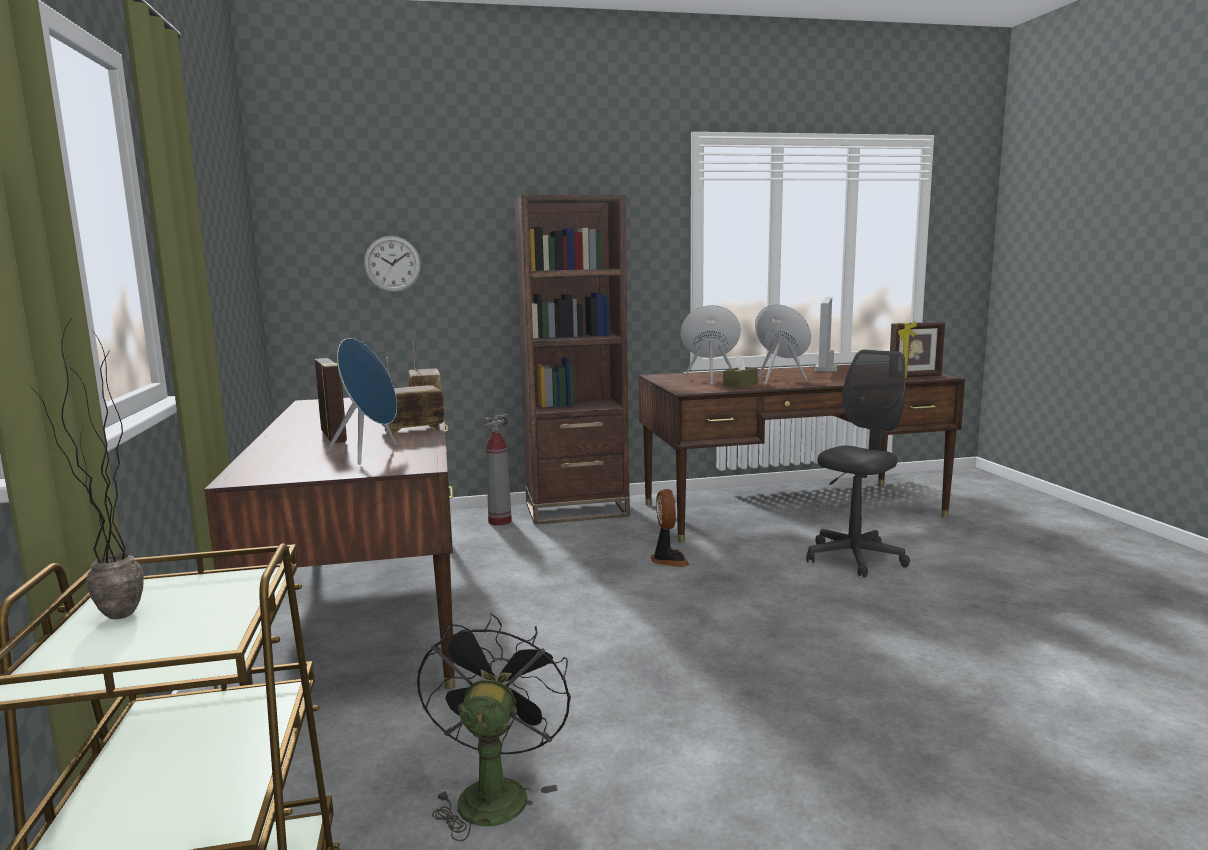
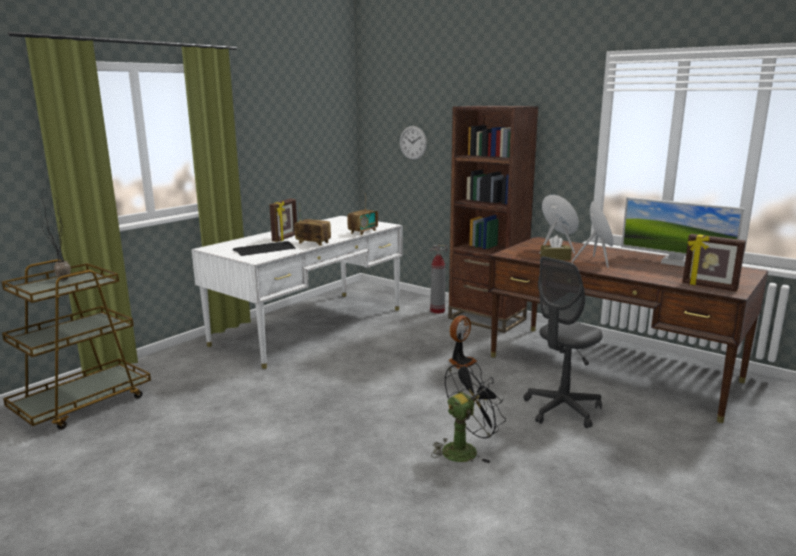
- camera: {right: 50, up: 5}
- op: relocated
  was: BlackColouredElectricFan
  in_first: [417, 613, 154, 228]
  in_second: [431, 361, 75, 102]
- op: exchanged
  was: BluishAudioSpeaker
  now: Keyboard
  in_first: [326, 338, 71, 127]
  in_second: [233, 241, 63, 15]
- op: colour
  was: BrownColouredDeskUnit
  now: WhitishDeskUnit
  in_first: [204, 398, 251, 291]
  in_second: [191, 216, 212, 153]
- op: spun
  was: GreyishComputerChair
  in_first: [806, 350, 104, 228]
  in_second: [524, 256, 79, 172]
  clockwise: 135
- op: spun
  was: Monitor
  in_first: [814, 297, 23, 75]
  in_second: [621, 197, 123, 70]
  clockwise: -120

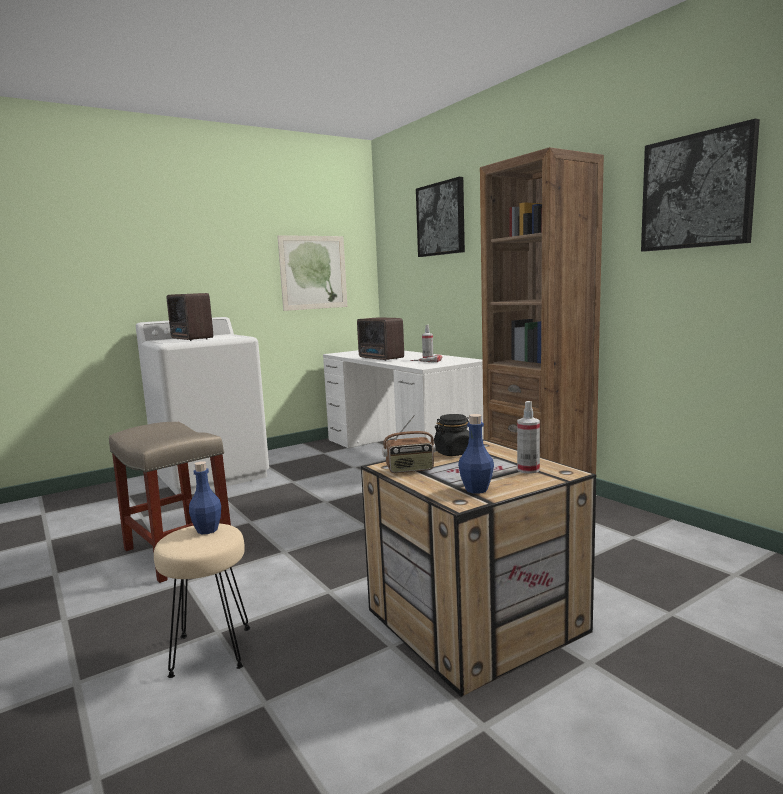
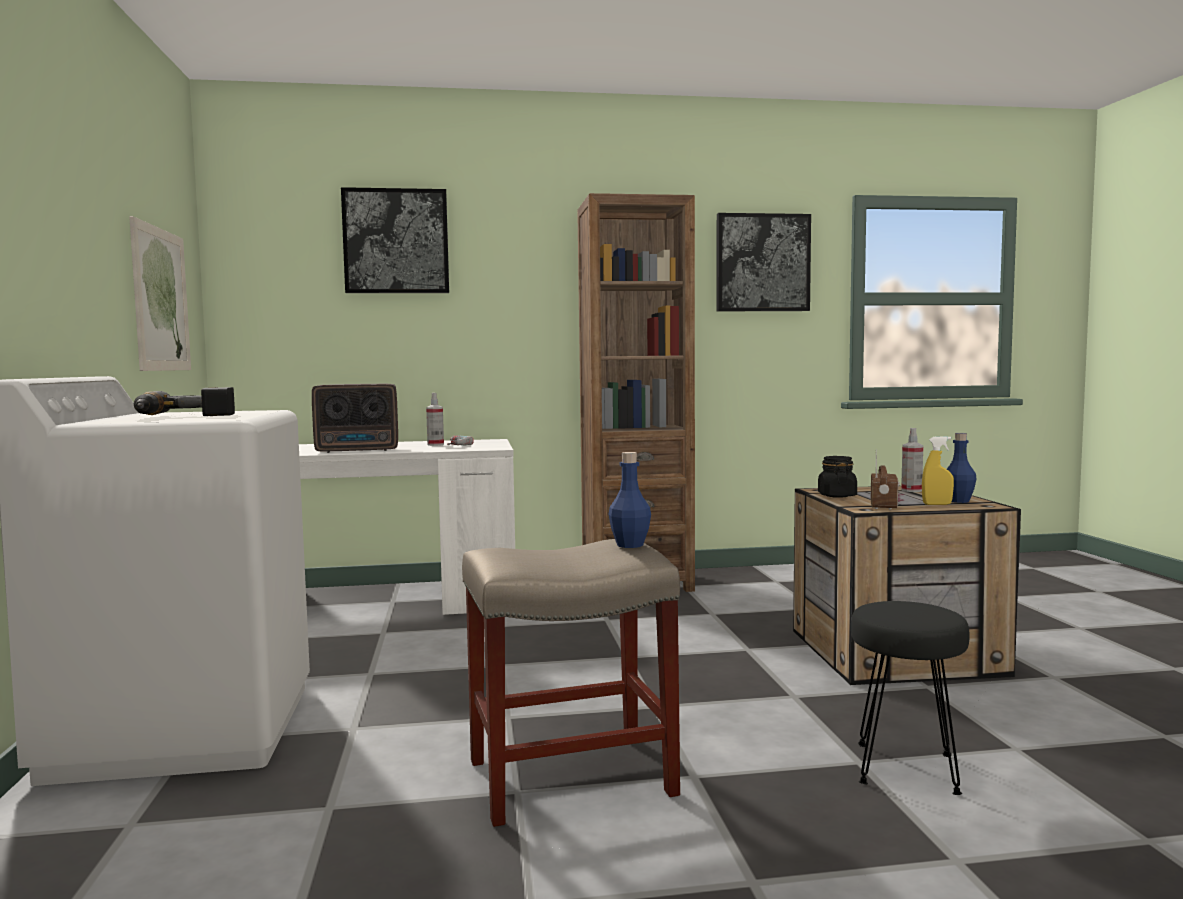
- camera: {right: -65, up: -5}
- op: appeared
  now: YellowishSprayBottle
  in_second: [922, 436, 32, 69]
- op: relocated
  was: BluishBeverageBottle
  in_first: [189, 461, 32, 73]
  in_second: [609, 452, 42, 96]
- op: exchanged
  was: RadioReceiver
  now: Drill
  in_first: [167, 293, 46, 48]
  in_second: [134, 387, 101, 29]
- op: colour
  was: BeigeStoolSeat
  now: BlackColouredStoolSeat
  in_first: [154, 524, 96, 154]
  in_second: [851, 601, 119, 194]

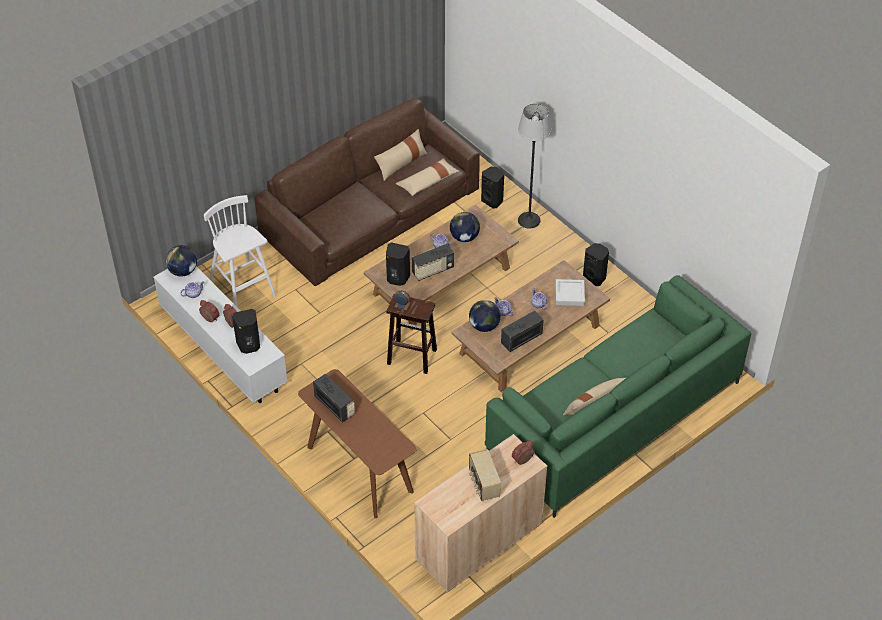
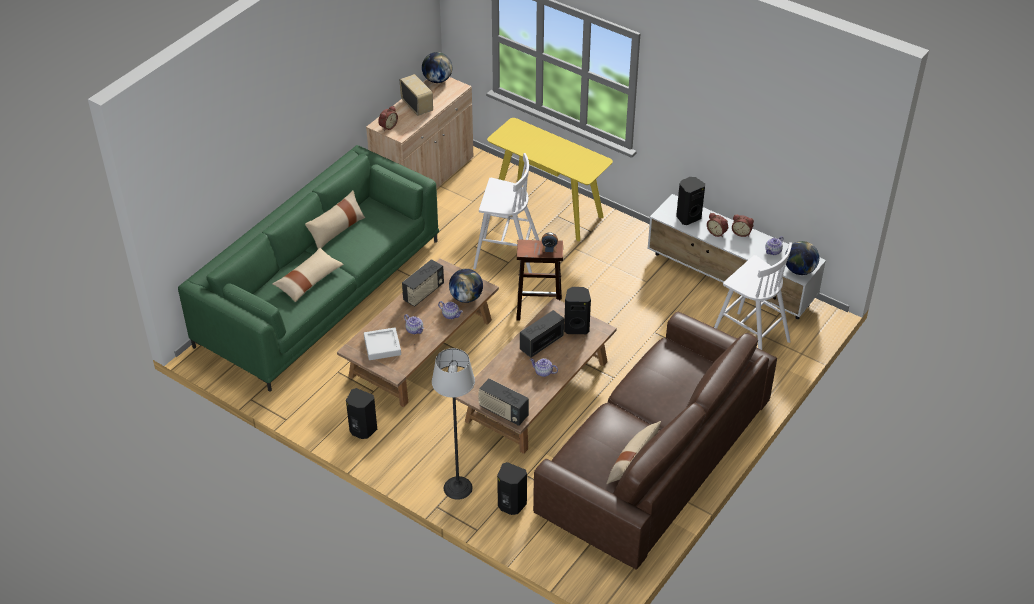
- camera: {right: 165, up: -5}
- op: appeared
  now: WhitishStoolSeat
  in_second: [473, 153, 66, 120]
- op: relocated
  was: RadioReceiver
  in_first: [313, 374, 42, 49]
  in_second: [478, 379, 51, 47]
- op: relocated
  was: BeigeCushion
  in_first: [396, 159, 63, 37]
  in_second: [273, 248, 71, 54]
- op: relocated
  was: WorldGlobe
  in_first: [450, 212, 30, 30]
  in_second: [422, 52, 30, 31]
- op: colour
  was: BrownColouredConsoleTable
  now: YellowishConsoleTable
  in_first: [298, 369, 119, 149]
  in_second: [487, 118, 126, 123]

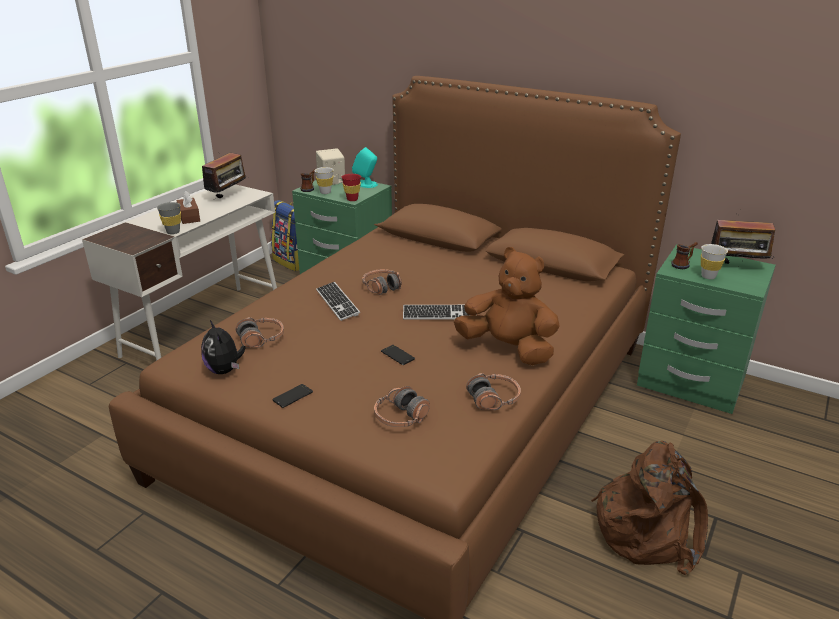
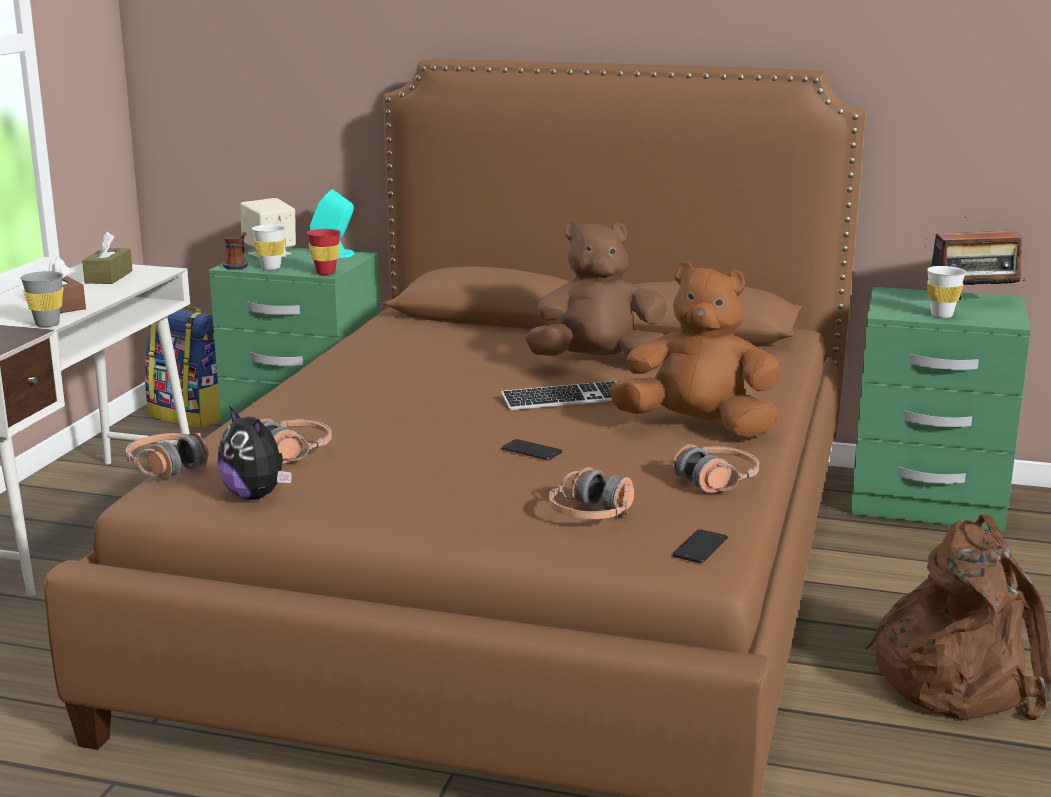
- camera: {right: -15, up: -10}
- op: missing
  was: Keyboard
  in_first: [316, 282, 44, 39]
- op: missing
  was: CoffeeMug
  in_first: [671, 242, 27, 27]
- op: appeared
  now: BrownColouredPlushToy
  in_second: [525, 220, 142, 137]
- op: relocated
  was: Handset
  in_first: [272, 384, 41, 24]
  in_second: [672, 529, 56, 34]
- op: relocated
  was: Headset
  in_first: [362, 269, 40, 26]
  in_second: [126, 433, 82, 46]
- op: exchanged
  was: RadioReceiver
  now: BrownColouredBoxOfTissues
  in_first: [202, 153, 44, 47]
  in_second: [82, 232, 51, 52]

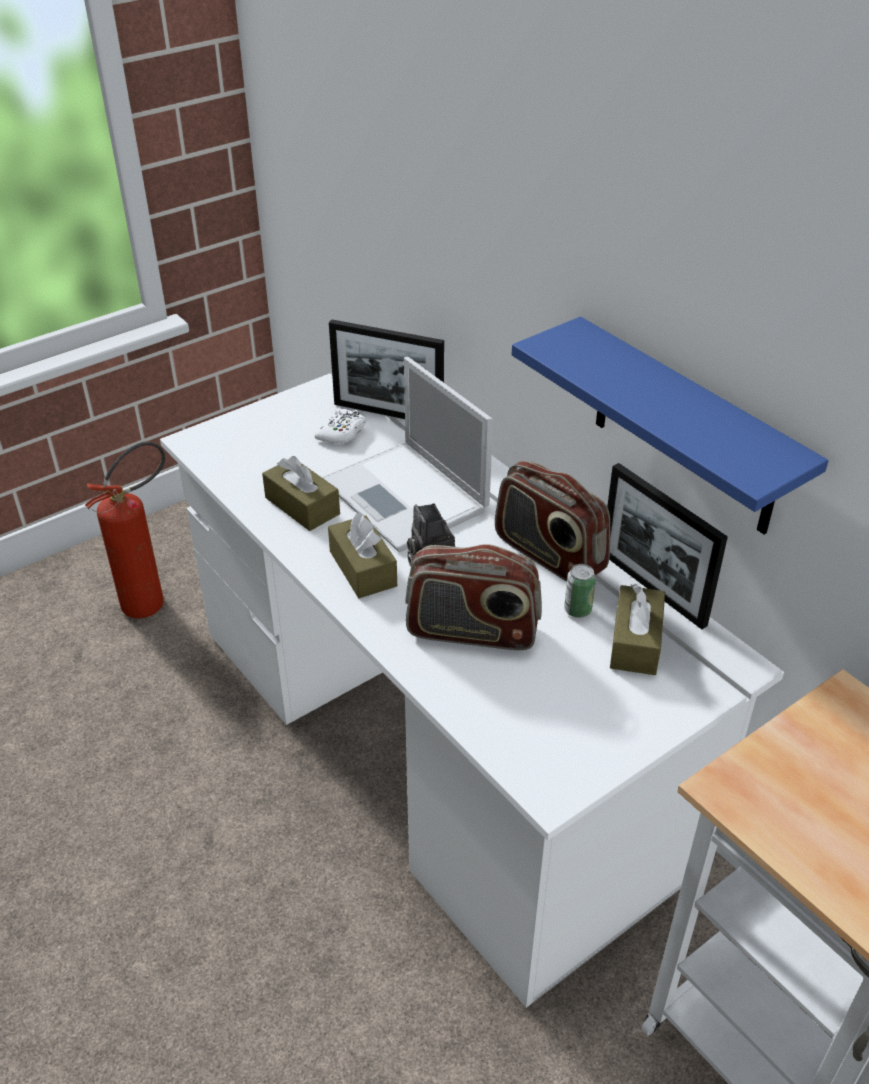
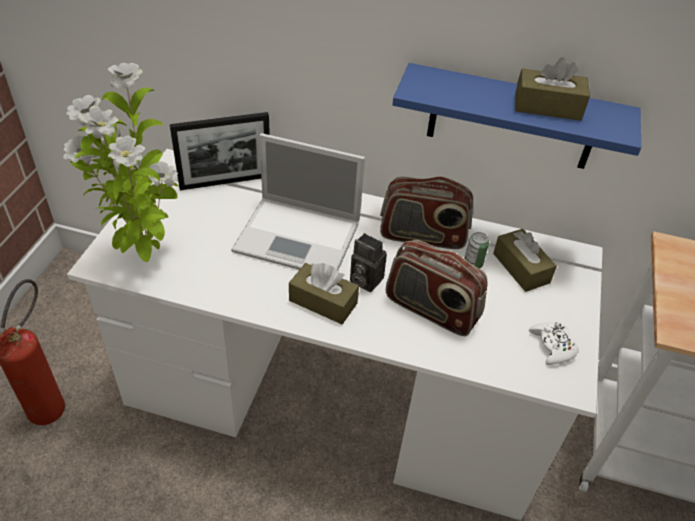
- camera: {right: -40, up: 5}
- op: missing
  was: PictureFrame
  in_first: [607, 463, 121, 166]
- op: appeared
  now: PottedPlant
  in_second: [63, 63, 116, 199]
- op: relocated
  was: BrownColouredBoxOfTissues
  in_first: [262, 456, 78, 75]
  in_second: [515, 57, 75, 64]
- op: relocated
  was: WhitishGameController
  in_first: [314, 409, 53, 36]
  in_second: [529, 322, 50, 43]
- op: spun
  was: RadioReceiver
  in_first: [405, 544, 137, 106]
  in_second: [386, 240, 101, 96]
  clockwise: 60

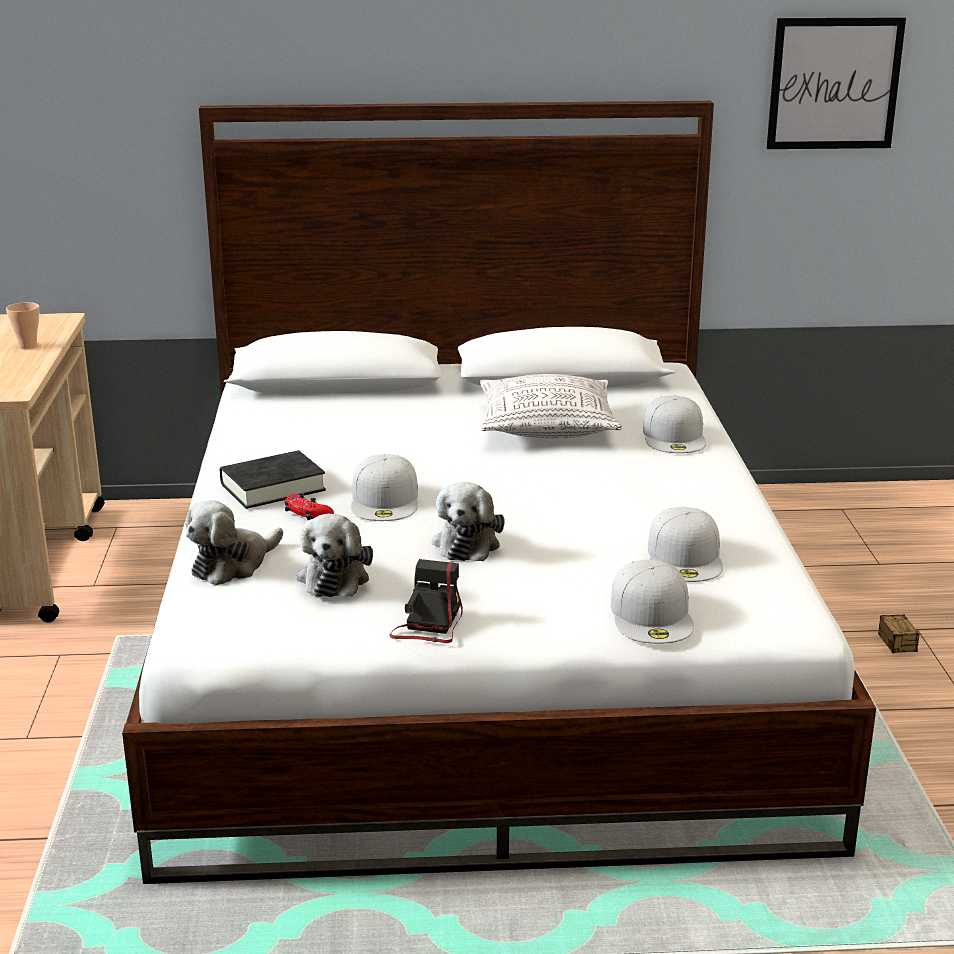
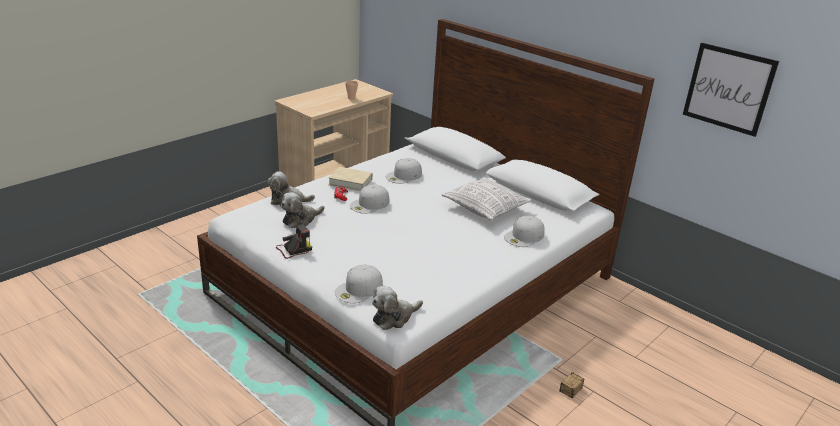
- camera: {right: 45, up: 5}
- op: relocated
  was: PlushToy
  in_first: [432, 482, 72, 79]
  in_second: [372, 286, 51, 44]
- op: relocated
  was: WhitishCap
  in_first: [648, 507, 75, 75]
  in_second: [386, 158, 36, 26]
- op: colour
  was: BlackColouredVolume
  now: BeigeVolume
  in_first: [220, 450, 106, 59]
  in_second: [329, 167, 44, 24]

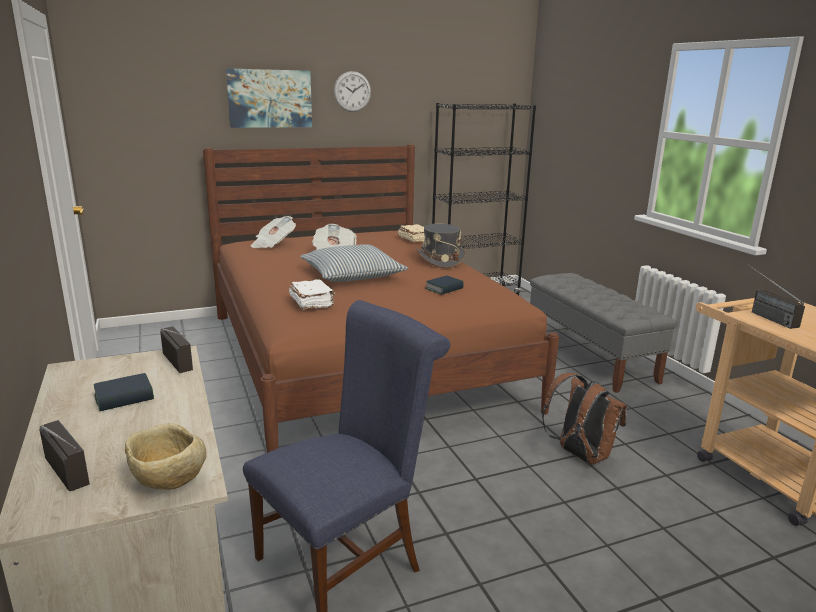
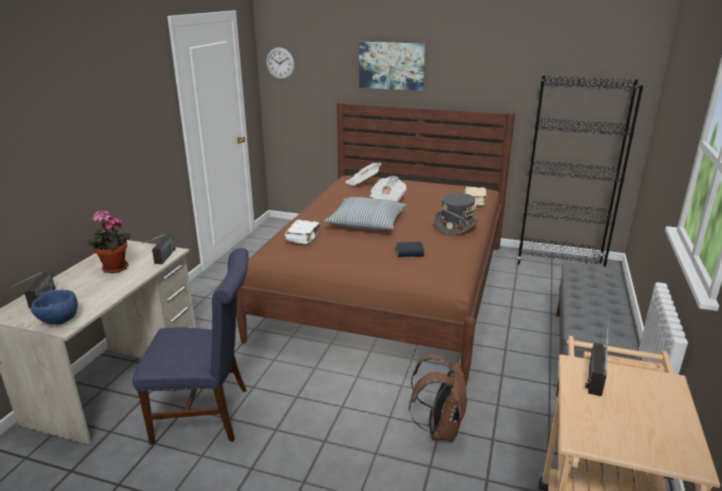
- camera: {right: 40, up: 5}
- op: relocated
  was: WallClock
  in_first: [334, 71, 37, 41]
  in_second: [266, 47, 29, 33]
- op: exchanged
  was: Volume
  now: PottedPlant
  in_first: [94, 373, 60, 38]
  in_second: [88, 210, 43, 63]
- op: colour
  was: BeigeBowl
  now: BluishBowl
  in_first: [125, 423, 82, 67]
  in_second: [30, 290, 48, 35]

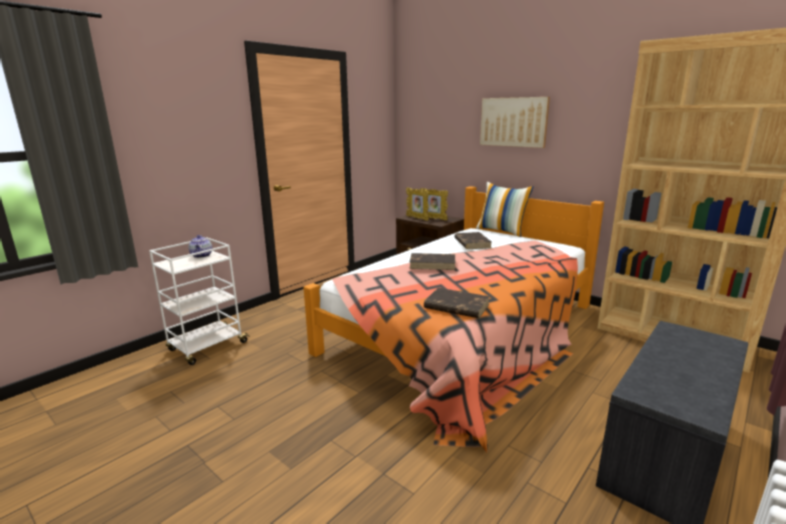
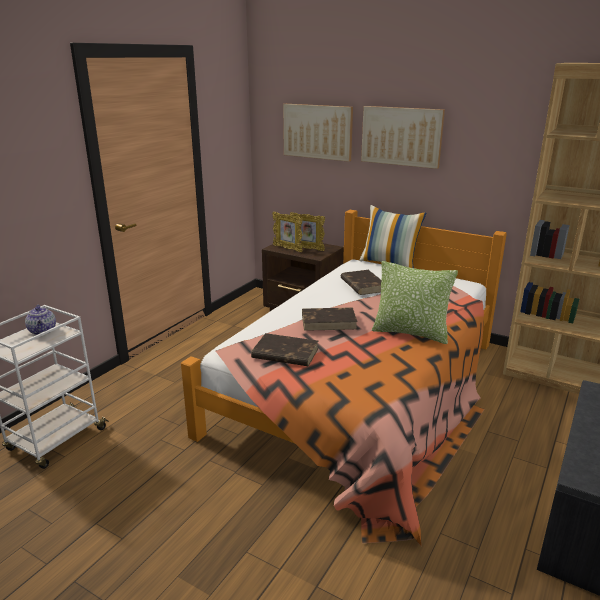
- camera: {right: -10, up: 5}
- op: appeared
  now: WallArt
  in_second: [283, 104, 70, 58]
- op: appeared
  now: Cushion
  in_second: [372, 261, 86, 83]
- op: relocated
  was: BrownColouredVolume
  in_first: [424, 288, 66, 30]
  in_second: [251, 333, 68, 33]

